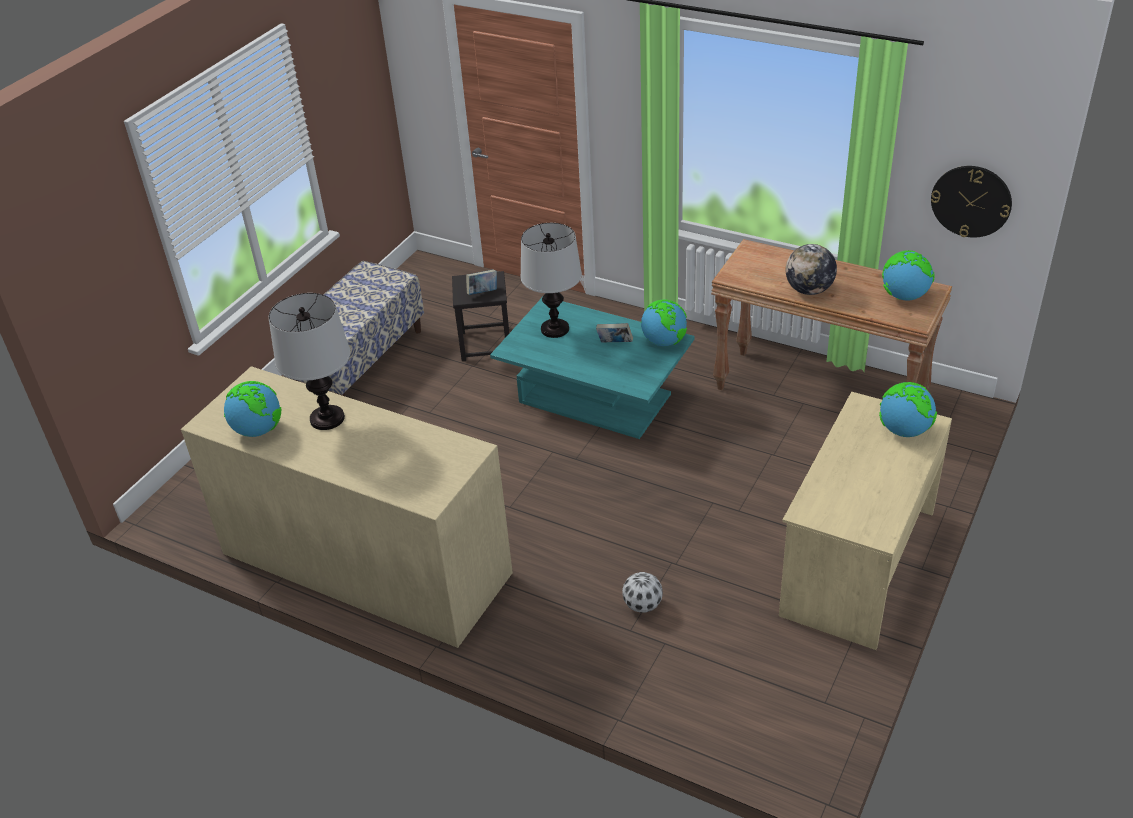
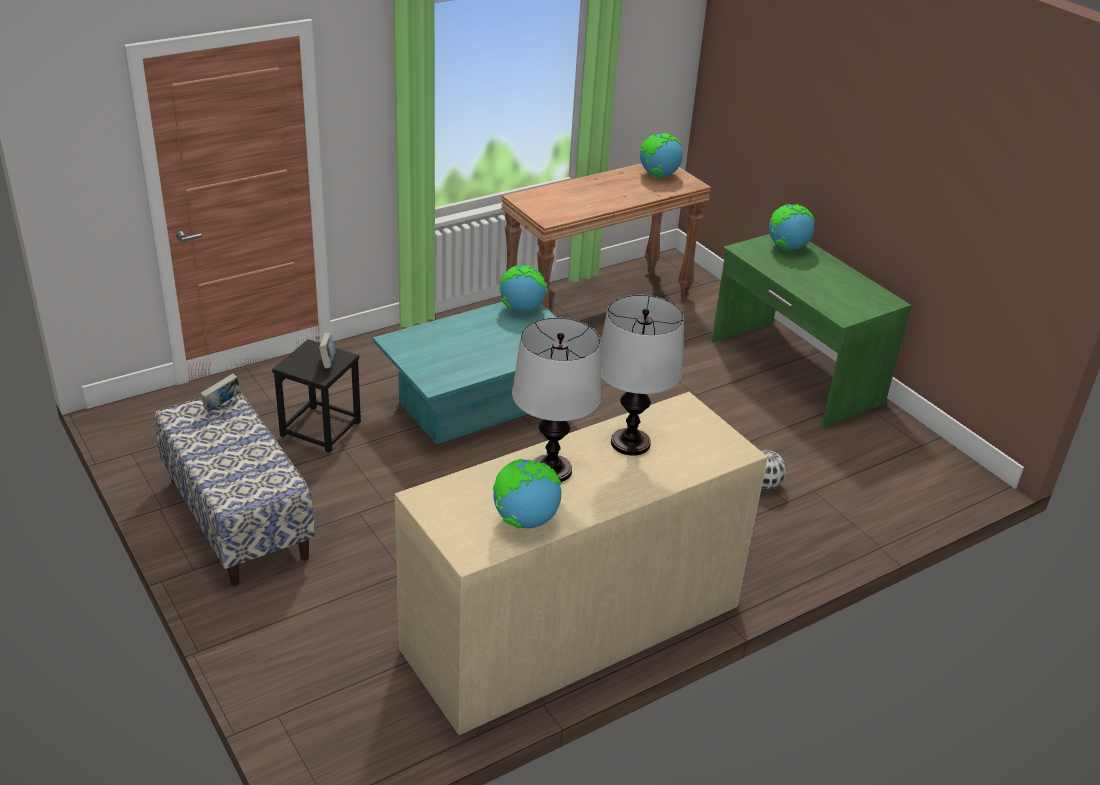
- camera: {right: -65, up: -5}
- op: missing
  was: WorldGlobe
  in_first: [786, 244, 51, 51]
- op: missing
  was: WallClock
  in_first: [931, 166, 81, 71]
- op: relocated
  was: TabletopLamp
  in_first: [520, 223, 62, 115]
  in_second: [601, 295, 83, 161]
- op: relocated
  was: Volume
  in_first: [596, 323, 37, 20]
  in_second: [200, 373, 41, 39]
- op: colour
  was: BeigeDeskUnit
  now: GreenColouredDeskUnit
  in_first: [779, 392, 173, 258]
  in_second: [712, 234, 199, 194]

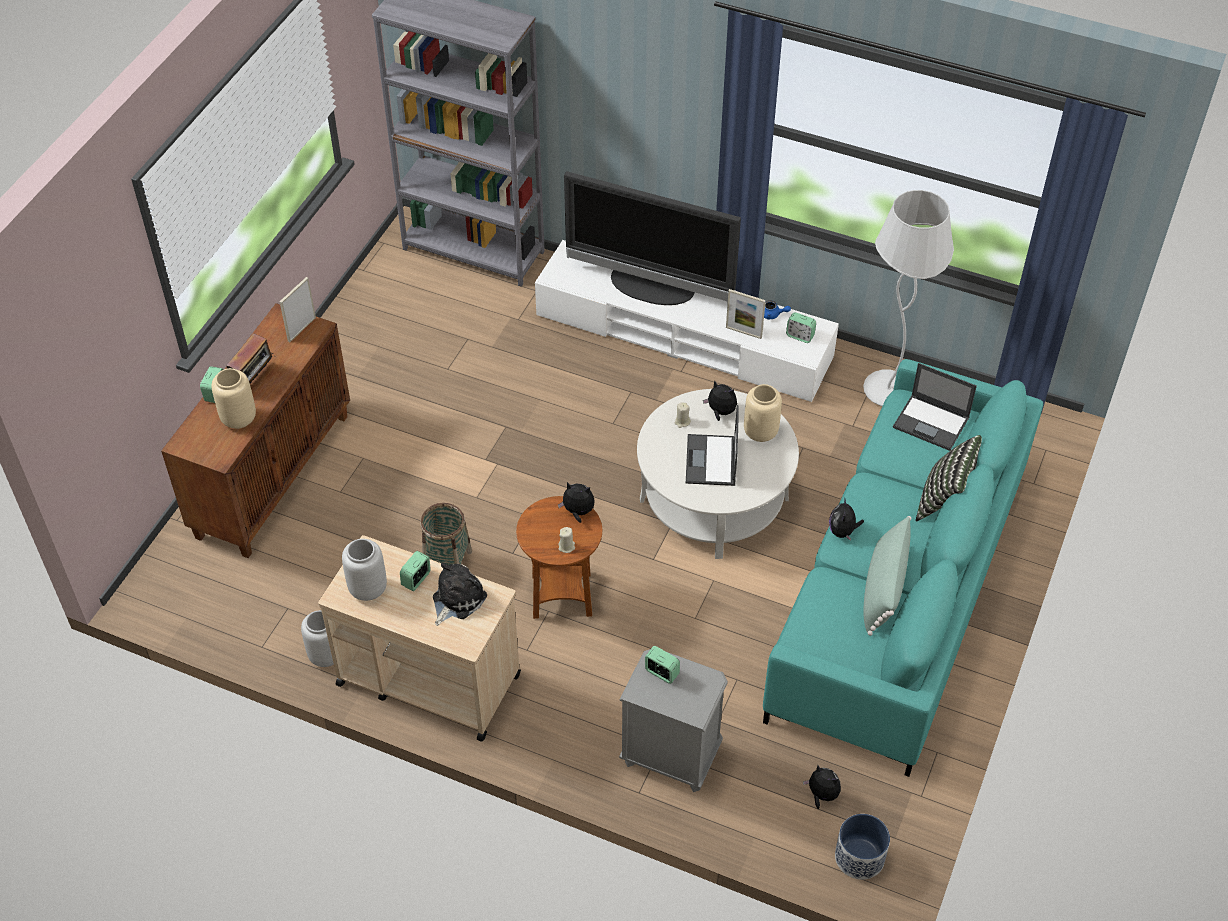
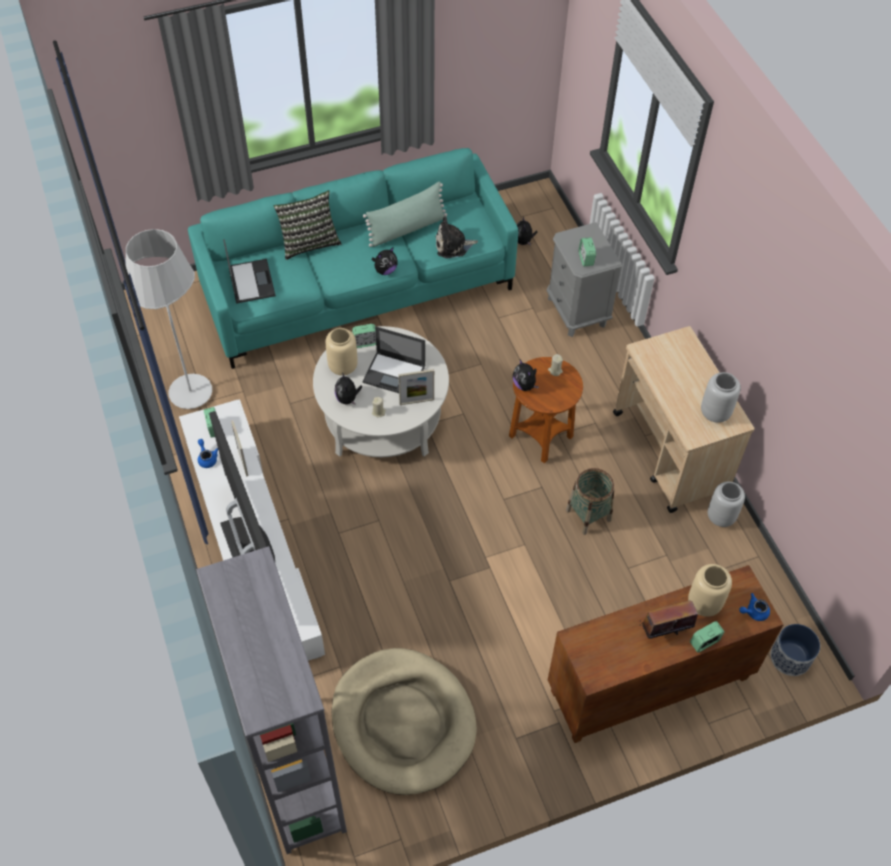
- camera: {right: -135, up: 5}
- op: appeared
  now: BeigePetBed
  in_second: [331, 648, 146, 147]
- op: appeared
  now: BluishPotForTea
  in_second: [739, 593, 31, 28]
- op: relocated
  was: PictureFrame
  in_first: [280, 277, 36, 65]
  in_second: [398, 369, 36, 36]
- op: relocated
  was: TableClock
  in_first: [400, 551, 31, 40]
  in_second: [352, 324, 24, 24]
- op: relocated
  was: PlushToy
  in_first: [433, 563, 54, 63]
  in_second: [436, 216, 42, 42]
- op: relocated
  was: FlowerPot
  in_first: [835, 814, 55, 66]
  in_second: [771, 624, 49, 52]
- op: spun
  was: NotebookComputer
  in_first: [686, 405, 53, 81]
  in_second: [362, 327, 64, 66]
  clockwise: 60

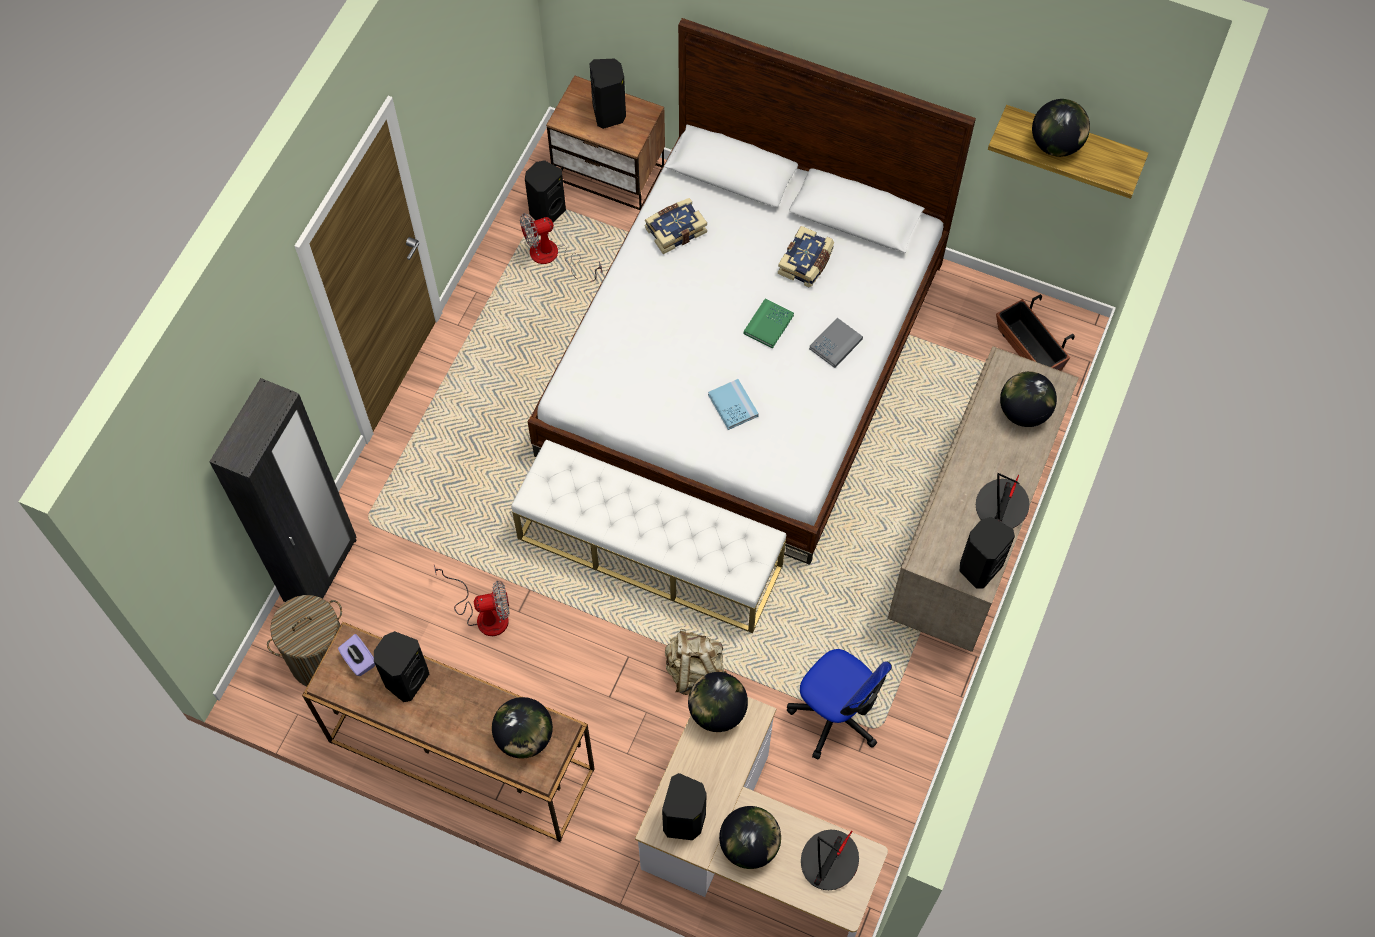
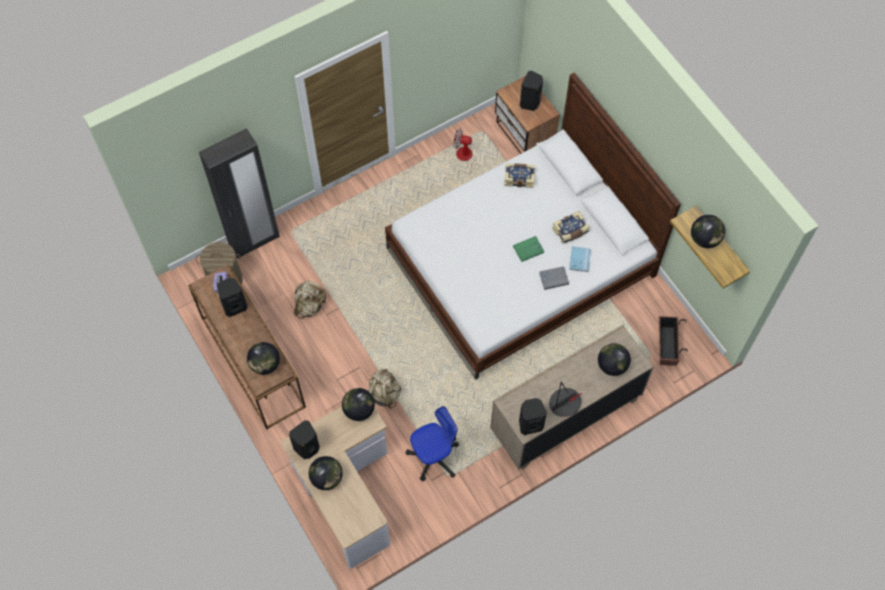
- camera: {right: 35, up: 0}
- op: missing
  was: WhitishIndoorBench
  in_first: [511, 440, 275, 193]
- op: missing
  was: BlackColouredAudioSpeaker
  in_first: [525, 160, 41, 62]
- op: missing
  was: TabletopLamp
  in_first: [801, 830, 58, 60]
- op: relocated
  was: BluishVolume
  in_first: [708, 379, 51, 51]
  in_second: [569, 246, 22, 26]
- op: exchanged
  was: ElectricFan
  now: BeigeBackpack
  in_first: [434, 565, 76, 71]
  in_second: [294, 281, 32, 38]
- op: spun
  was: ComputerChair
  in_first: [787, 649, 105, 111]
  in_second: [405, 406, 54, 75]
  clockwise: -105

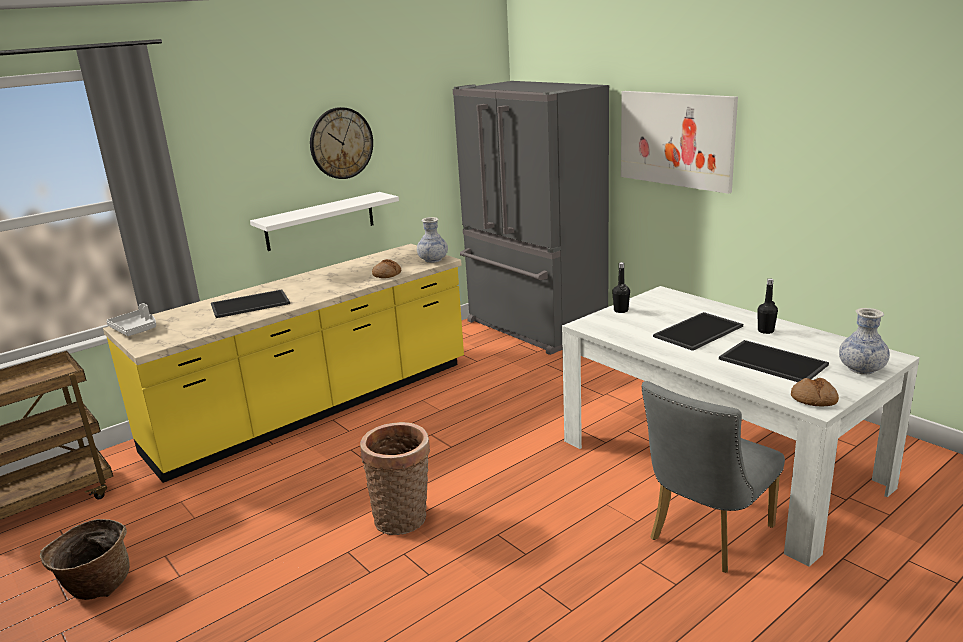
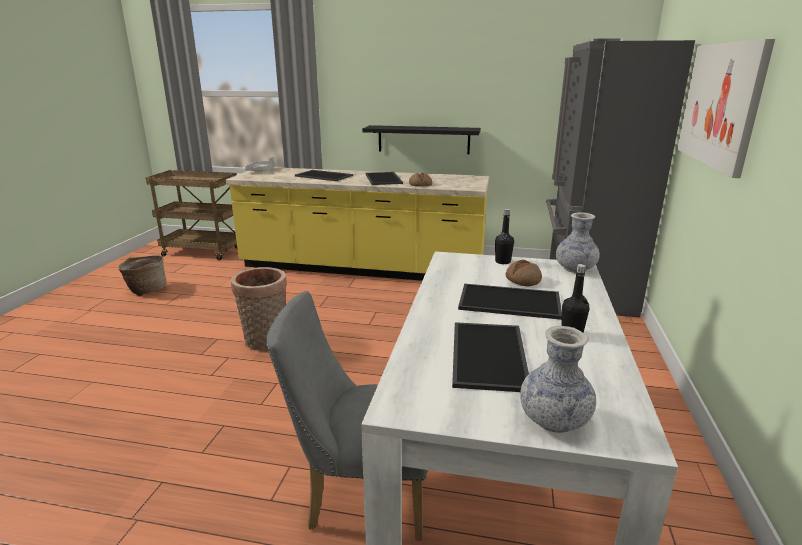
- camera: {right: 50, up: 0}
- op: missing
  was: WallClock
  in_first: [310, 107, 63, 72]
- op: appeared
  now: ServingTray
  in_second: [365, 172, 38, 13]
- op: relocated
  was: DecorativeVase
  in_first: [417, 217, 31, 46]
  in_second: [556, 212, 44, 61]
- op: relocated
  was: Bread
  in_first: [791, 378, 48, 28]
  in_second: [505, 260, 37, 27]
- op: colour
  was: WhitishBracketShelf
  now: BlackColouredBracketShelf
  in_first: [250, 192, 149, 59]
  in_second: [362, 125, 119, 29]

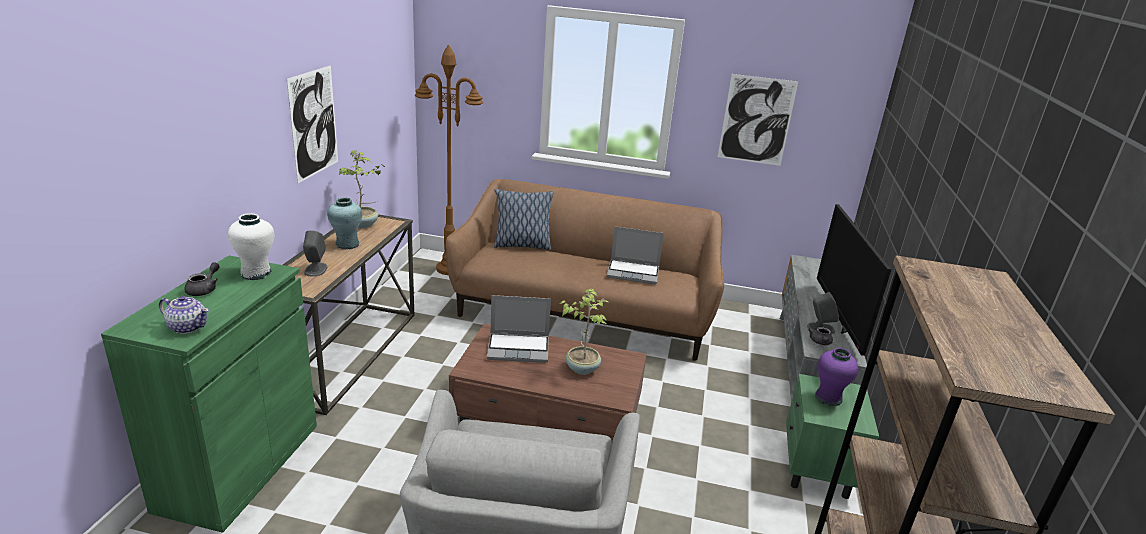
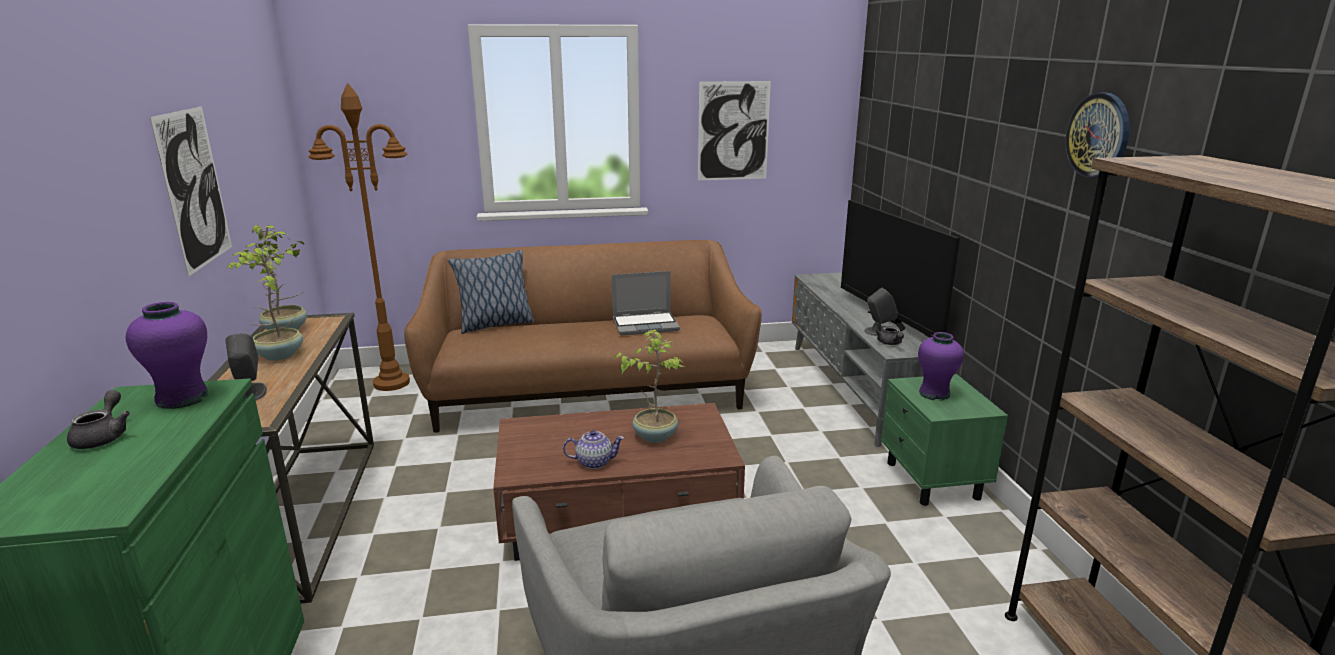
- camera: {right: -20, up: -5}
- op: missing
  was: NotebookComputer
  in_first: [487, 295, 64, 68]
- op: appeared
  now: WallClock
  in_second: [1065, 92, 65, 85]
- op: relocated
  was: PotForTea
  in_first: [159, 296, 50, 38]
  in_second: [563, 430, 61, 39]
- op: exchanged
  was: TurquoiseDecorativeVase
  now: PottedPlant
  in_first: [327, 198, 35, 51]
  in_second: [226, 241, 77, 120]
- op: colour
  was: WhitishDecorativeVase
  now: PurplishDecorativeVase
  in_first: [228, 213, 46, 67]
  in_second: [126, 302, 82, 107]

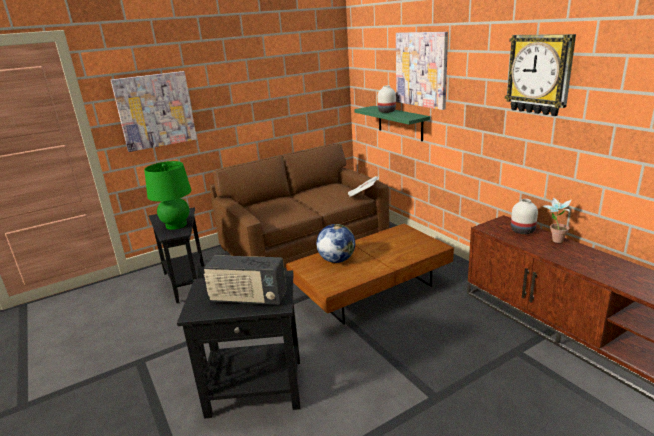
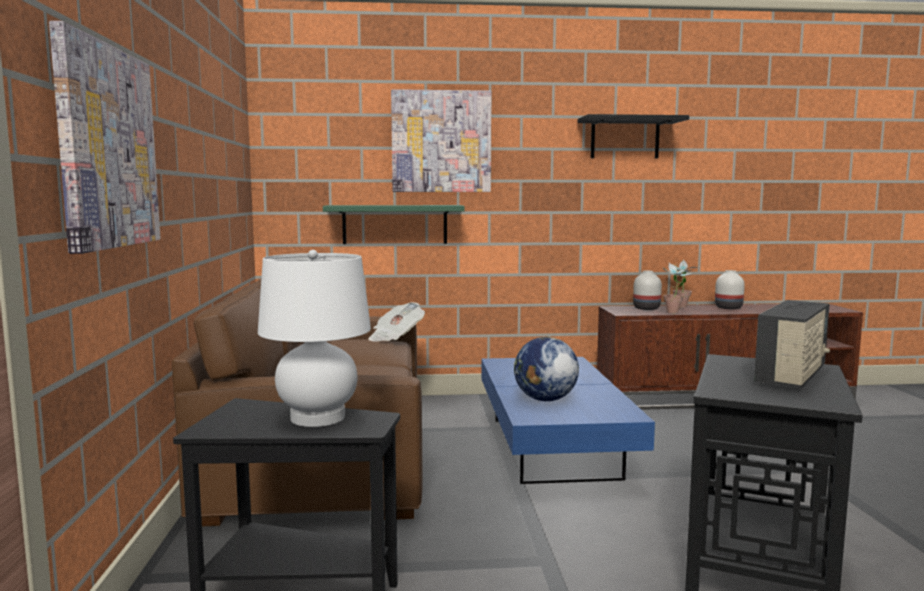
- camera: {right: -65, up: -15}
- op: appeared
  now: PottedPlant
  in_second: [662, 263, 31, 50]
- op: relocated
  was: WhitishDecorativeVase
  in_first: [378, 85, 18, 28]
  in_second: [715, 270, 30, 39]
- op: exchanged
  was: WallClock
  now: BlackColouredBracketShelf
  in_first: [505, 34, 71, 82]
  in_second: [578, 114, 111, 44]
- op: colour
  was: GreenColouredTabletopLamp
  now: WhitishTabletopLamp
  in_first: [144, 161, 47, 69]
  in_second: [258, 250, 113, 177]
- op: colour
  was: BrownColouredCoffeeTable
  now: BluishCoffeeTable
  in_first: [286, 224, 168, 101]
  in_second: [481, 357, 174, 127]

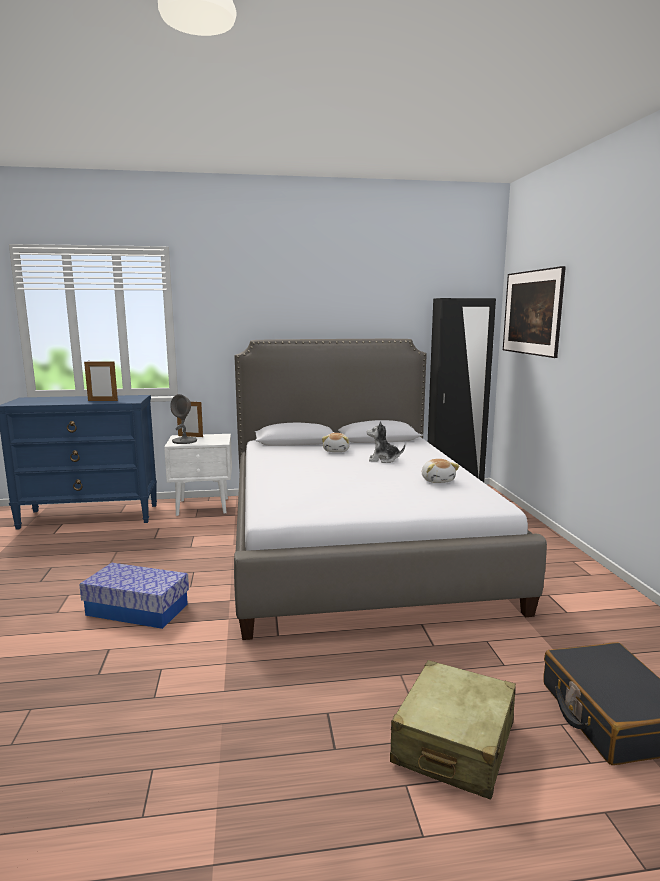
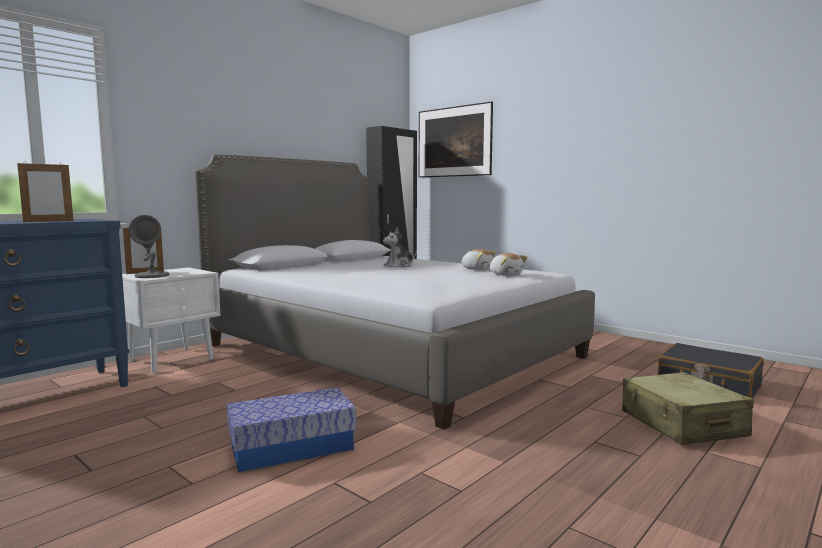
- camera: {right: -40, up: -5}
- op: relocated
  was: PlushToy
  in_first: [322, 433, 28, 19]
  in_second: [490, 253, 38, 23]

